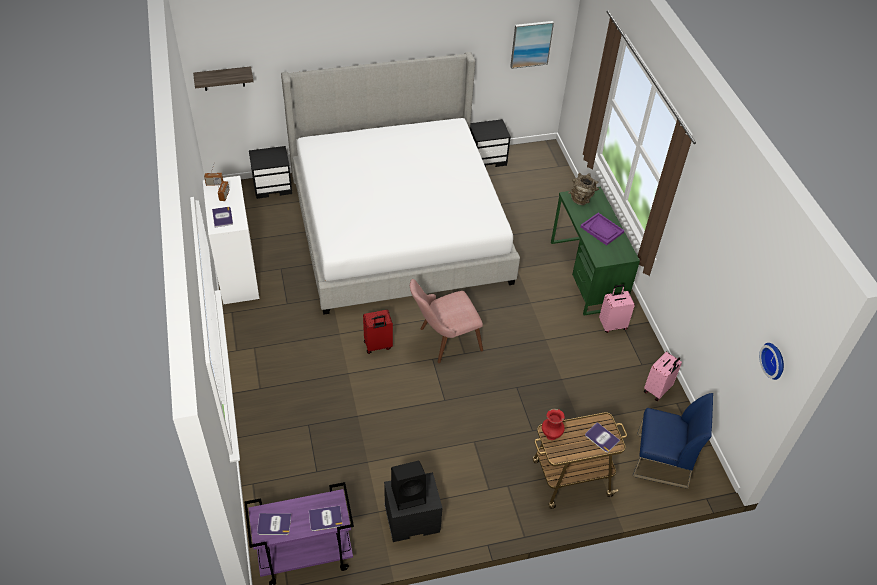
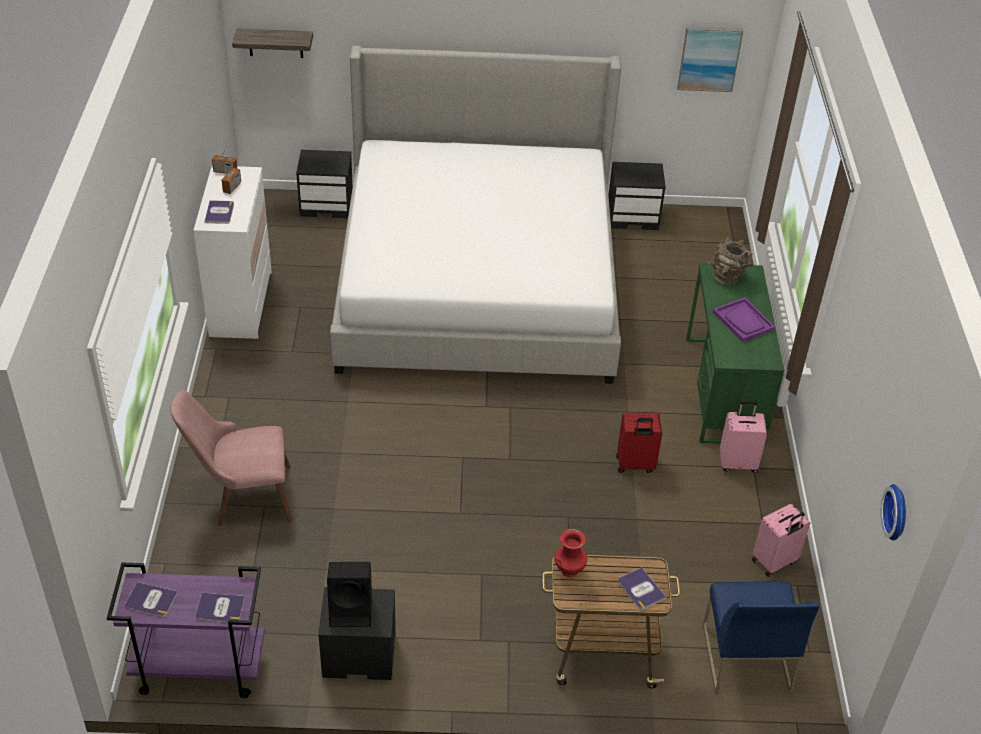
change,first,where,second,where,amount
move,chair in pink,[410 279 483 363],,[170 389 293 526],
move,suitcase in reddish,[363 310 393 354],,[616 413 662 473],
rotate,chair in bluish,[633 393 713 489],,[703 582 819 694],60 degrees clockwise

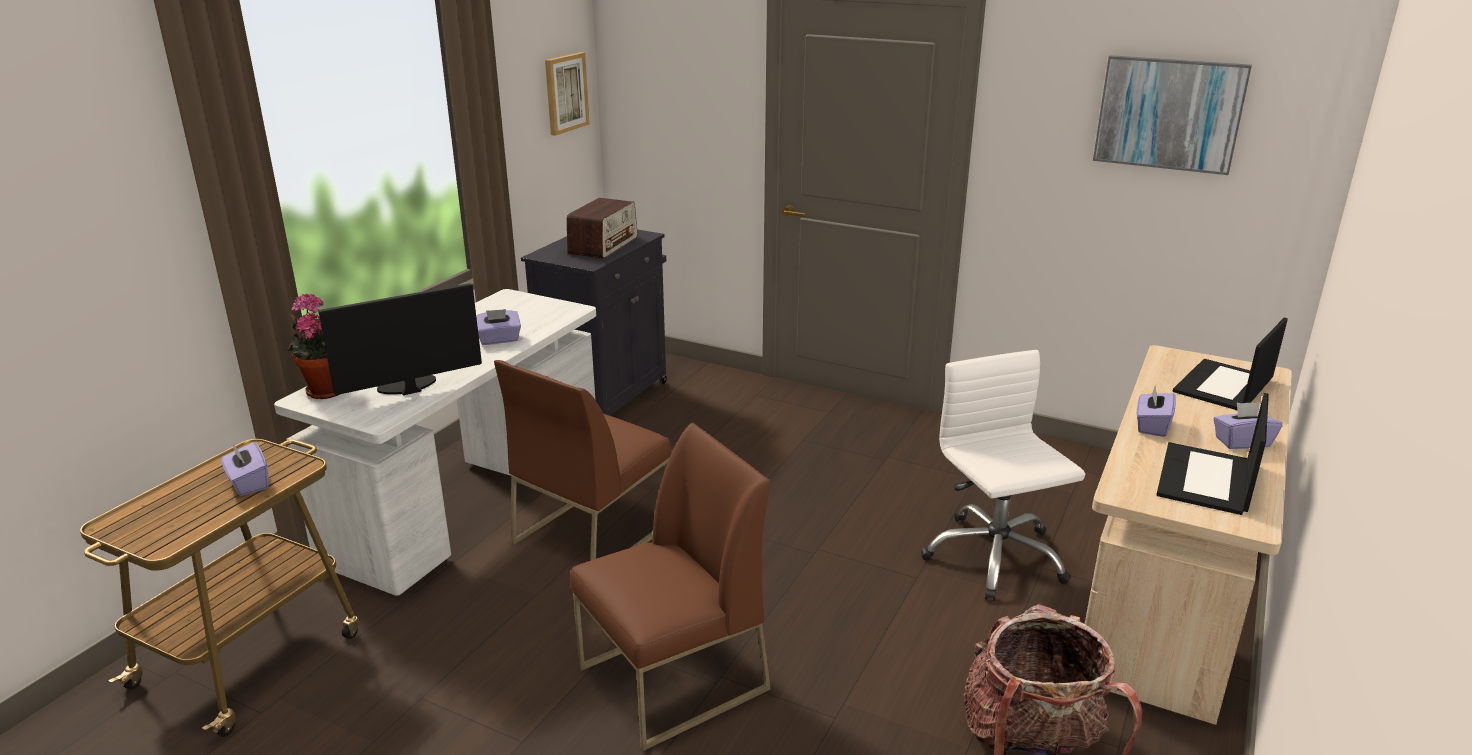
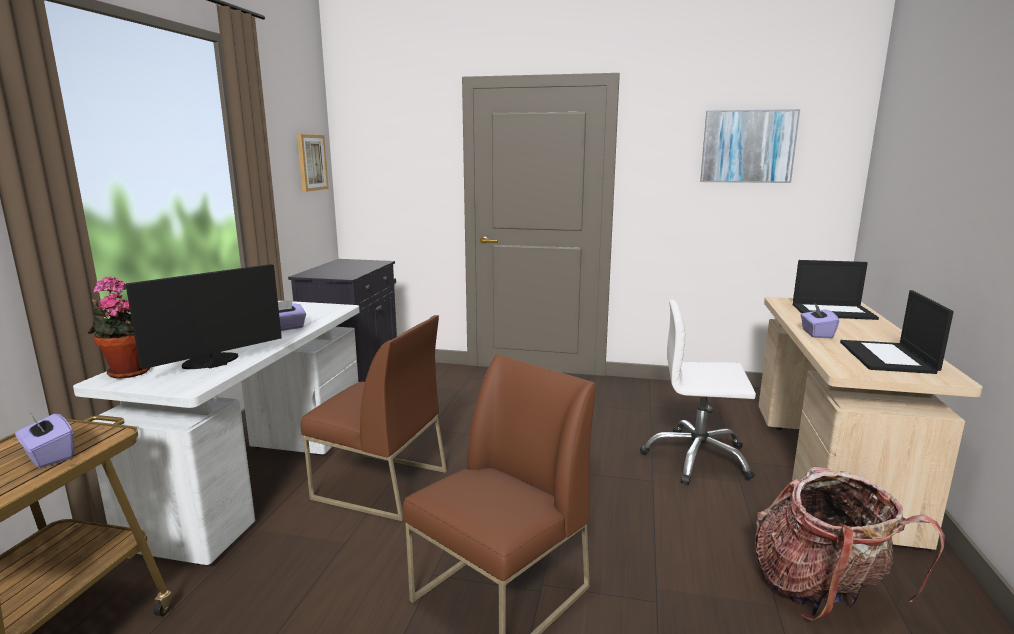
change,first,where,second,where,amount
delete,radio set,[567 198 638 258],,,
rotate,portable computer,[1173 318 1288 410],,[793 260 879 320],105 degrees counterclockwise
rotate,computer chair in white,[921 350 1085 601],,[640 300 756 485],45 degrees counterclockwise
rotate,chair in brownish,[494 360 671 561],,[301 315 447 521],90 degrees counterclockwise
delete,box of tissues in purple-coloured,[1213 402 1282 449],,,

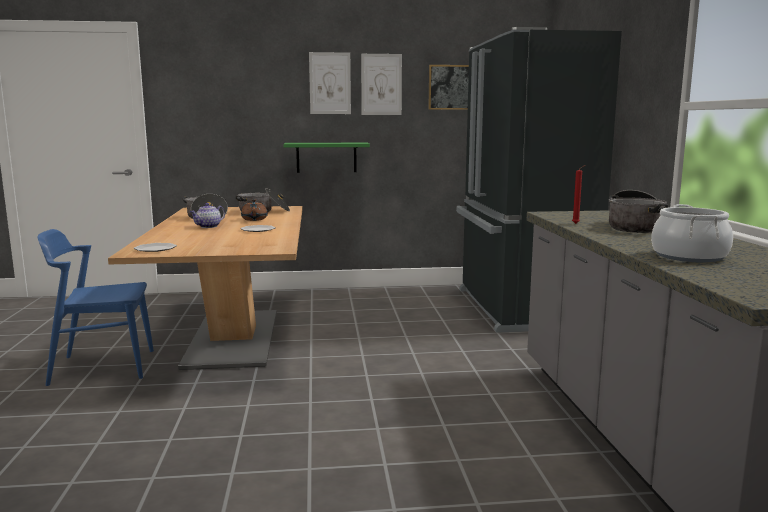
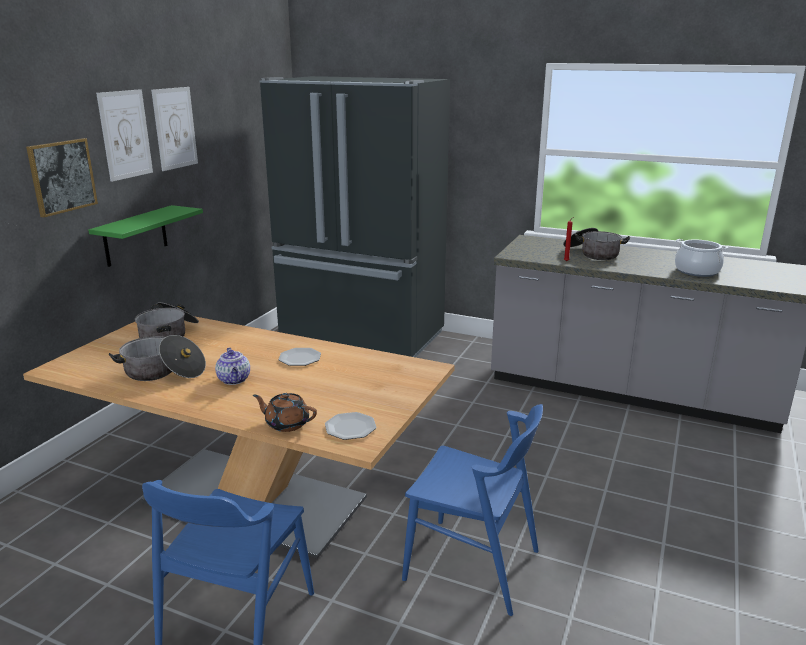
change,first,where,second,where,amount
move,picture,[428 65 469 110],,[26 138 98 217],
move,teapot in brownish,[241 199 268 221],,[253 393 317 432],
insert,,,chair in bluish,[402 404 543 616],

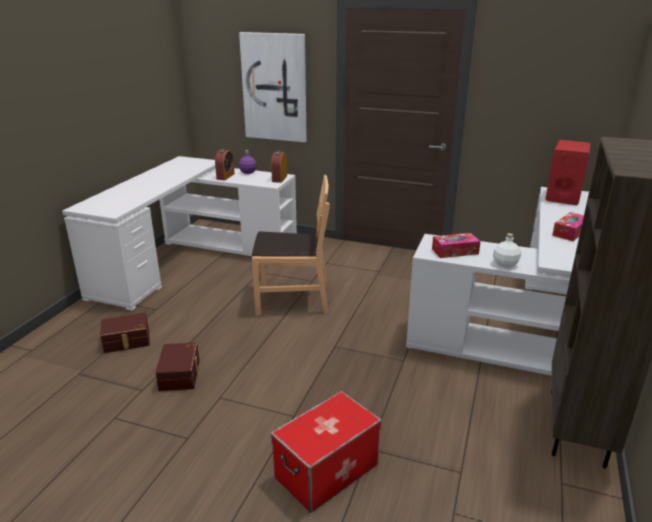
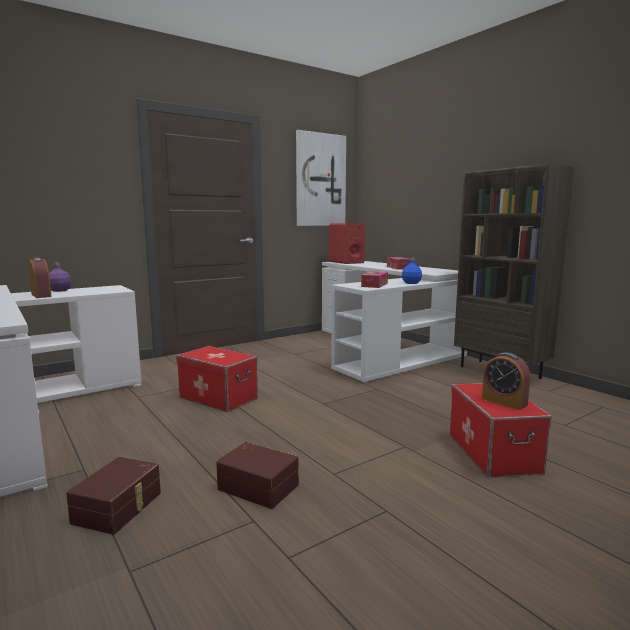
change,first,where,second,where,amount
move,picture,[239 32 307 142],,[296 130 346 226],
move,bedside clock,[271 150 287 183],,[482 352 530 410],
replace,chair in brownish,[252 175 329 315],storage box,[176 346 258 412],
recolor,bottle in white,[493 233 521 268],bottle in bluish,[402 258 422 284],

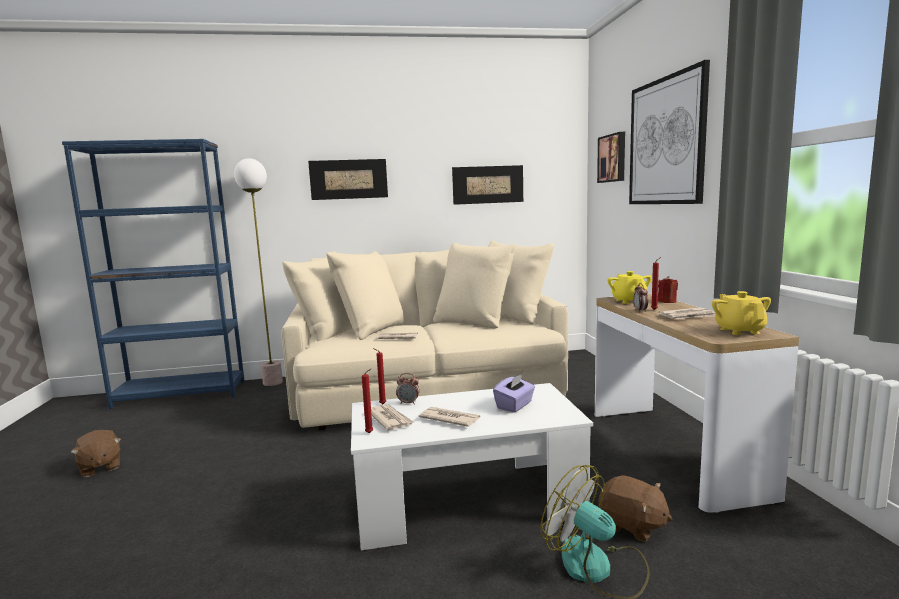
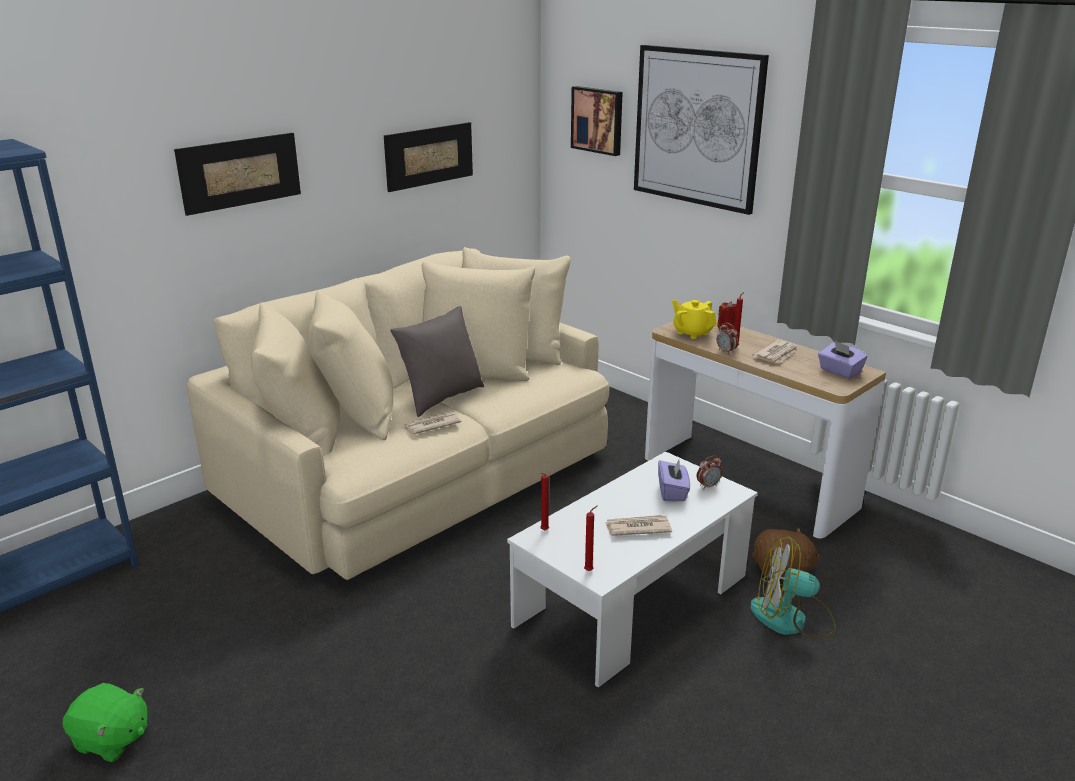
change,first,where,second,where,amount
delete,standing lamp,[234 158 283 386],,,
replace,teapot in yellow-coloured,[712 291 771 335],box of tissues in purple-coloured,[818 340 868 379],
move,bedside clock,[396 373 420 405],,[697 456 722 489],
delete,daily paper,[371 404 415 430],,,
recolor,plush toy in brownish,[71 430 121 477],plush toy in greenish,[62 683 148 762],
insert,,,pillow in grey,[390 306 484 417],

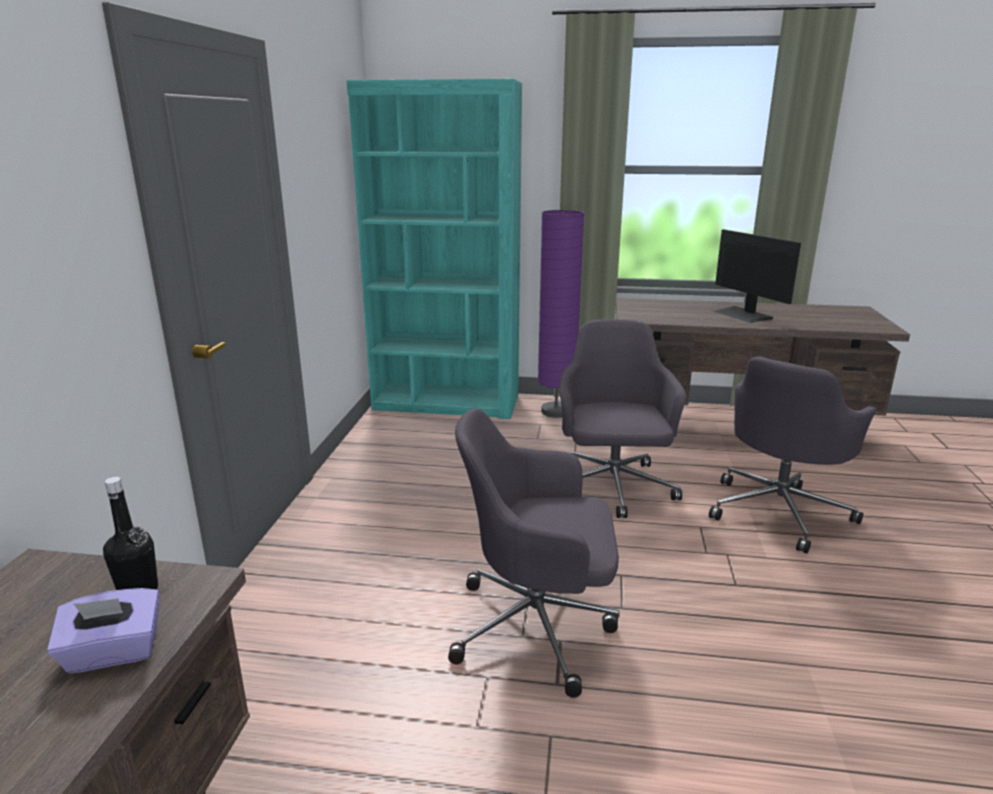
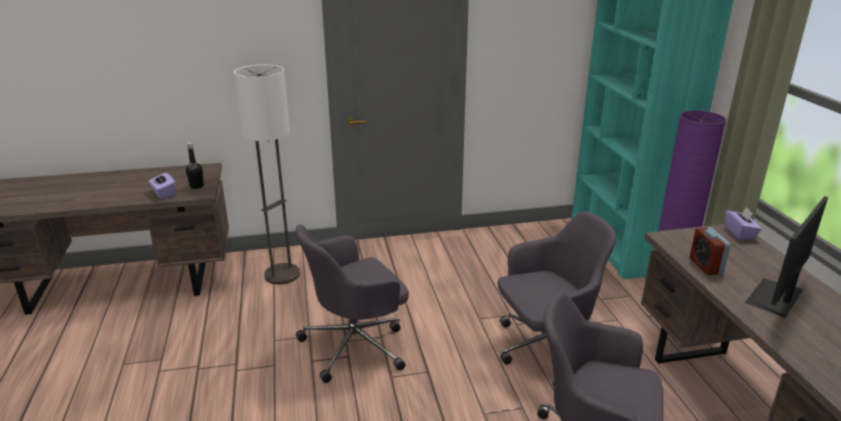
change,first,where,second,where,amount
rotate,computer chair in grey,[448 408 620 698],,[296 224 409 383],105 degrees counterclockwise
insert,,,standing lamp,[234 65 300 284],
insert,,,box of tissues in purple-coloured,[725 207 762 240],
insert,,,bedside clock,[690 227 731 275],

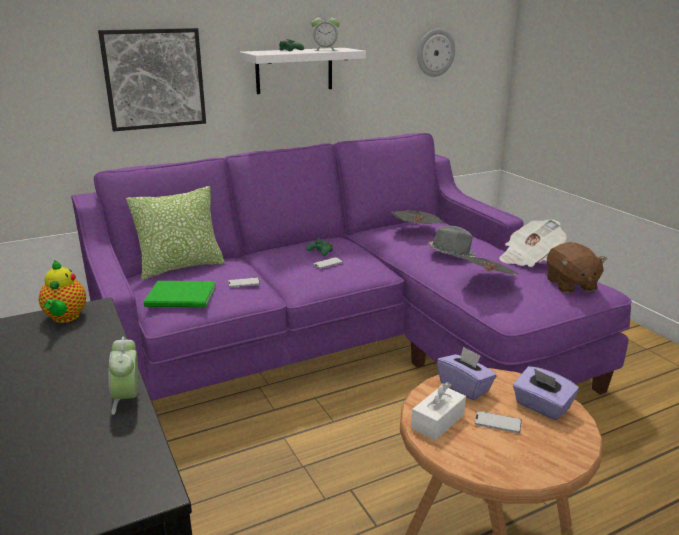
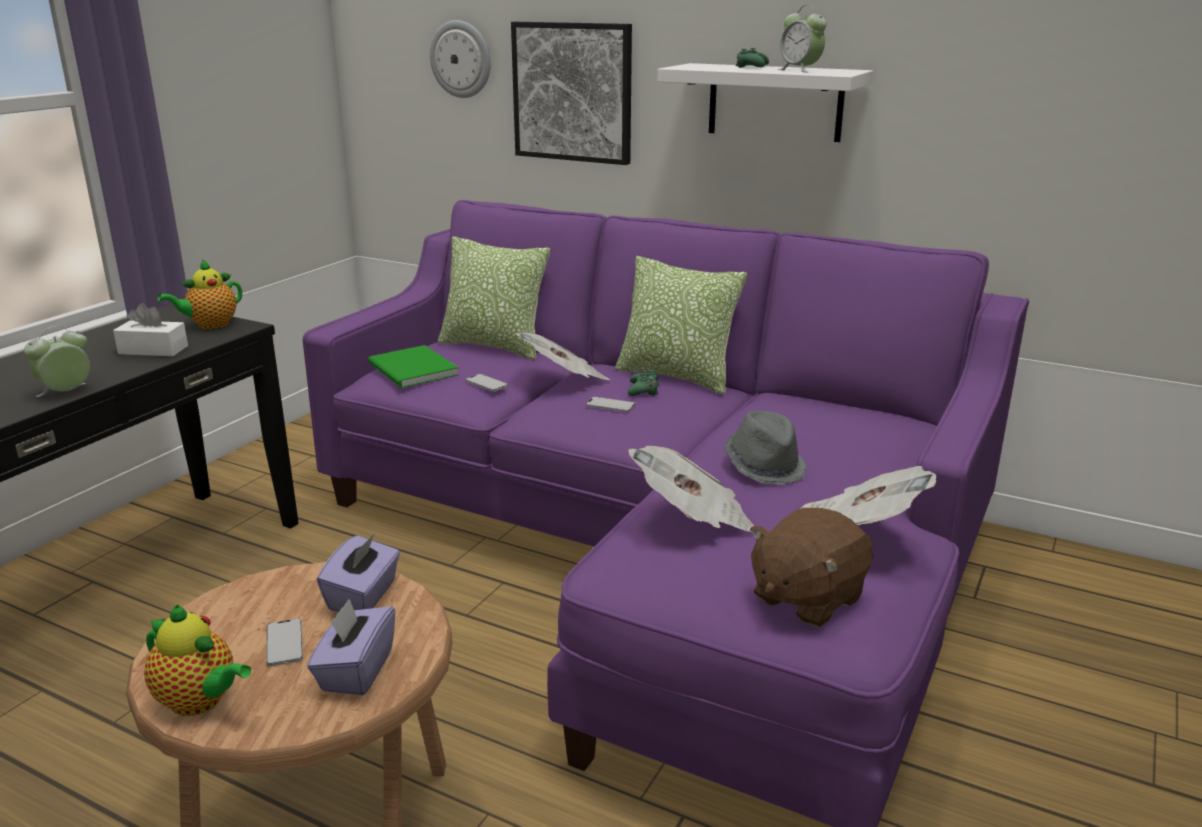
change,first,where,second,where,amount
move,hanging clock,[417 29 455 77],,[430 20 491 98],
move,daily paper,[390 210 443 224],,[515 332 611 380],
move,box of tissues in white,[411 382 466 440],,[113 303 188 356],
insert,,,pillow,[615 256 747 394],
insert,,,teapot,[144 605 251 716],

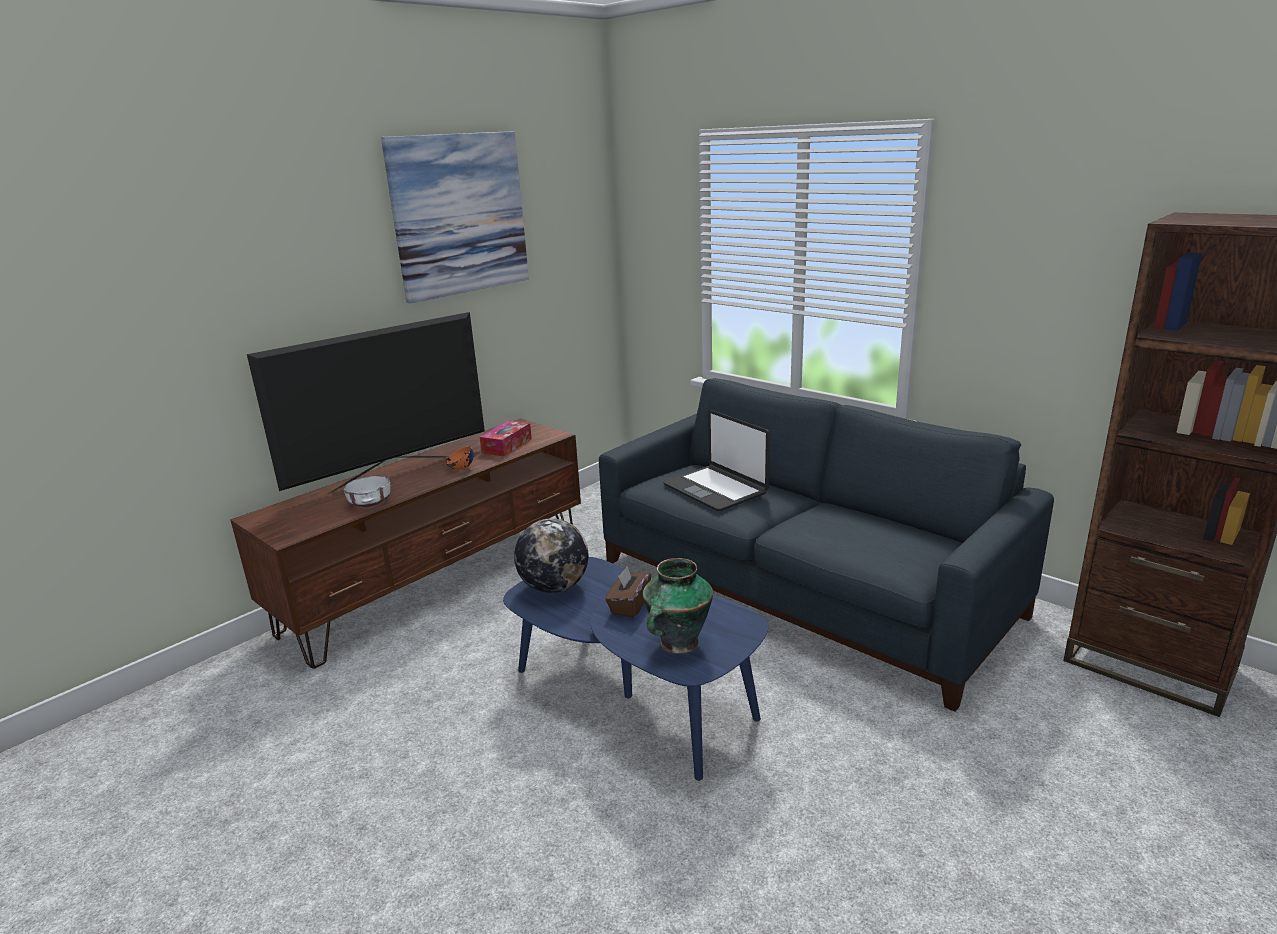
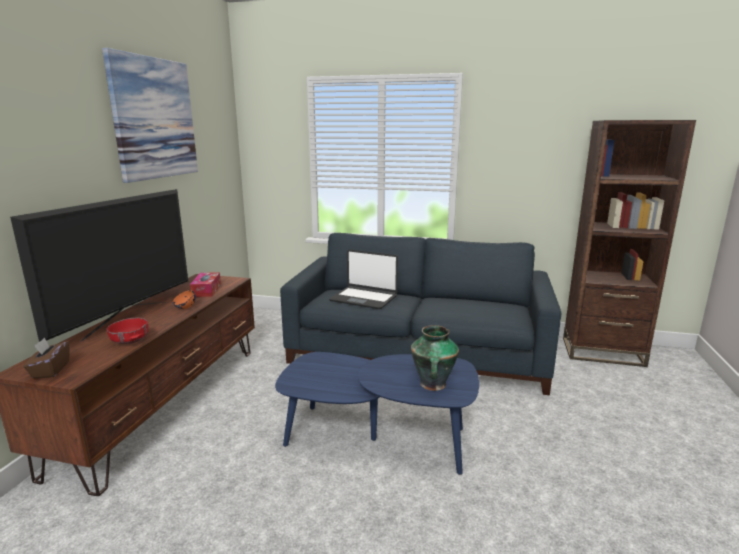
change,first,where,second,where,amount
recolor,deep dish in white,[344 475 391 507],deep dish in reddish,[107 318 149 344],
delete,globe,[514 518 588 593],,,
move,box of tissues in brownish,[606 566 651 618],,[23 338 70 379],

